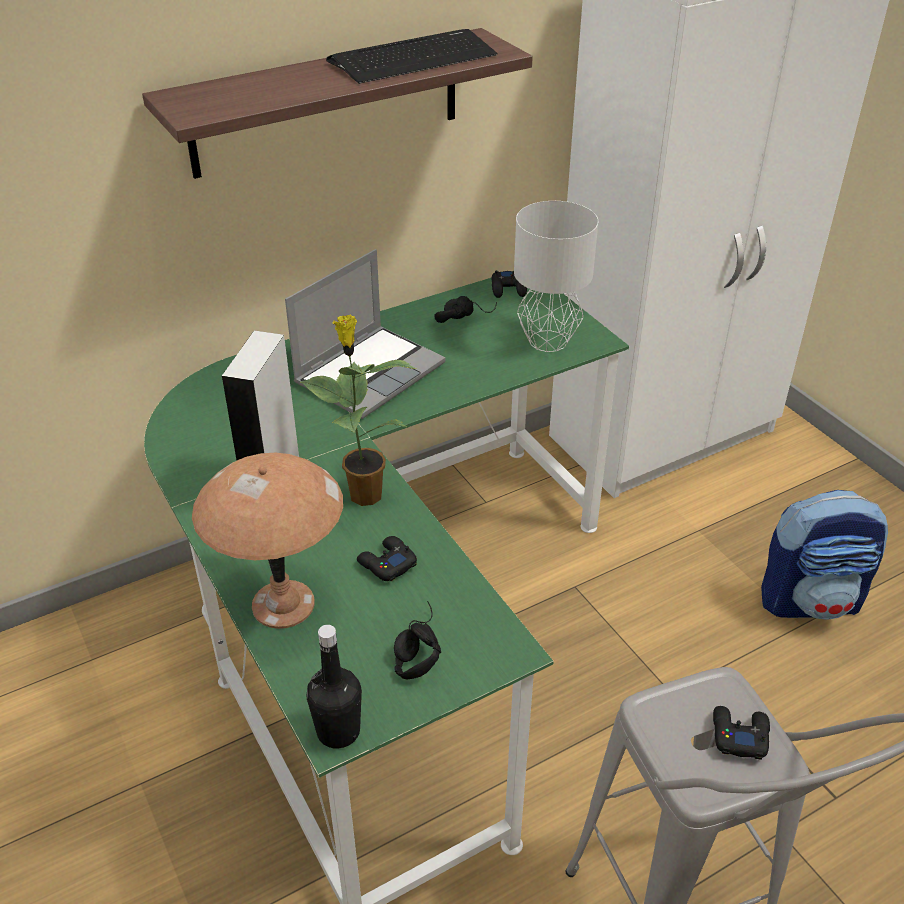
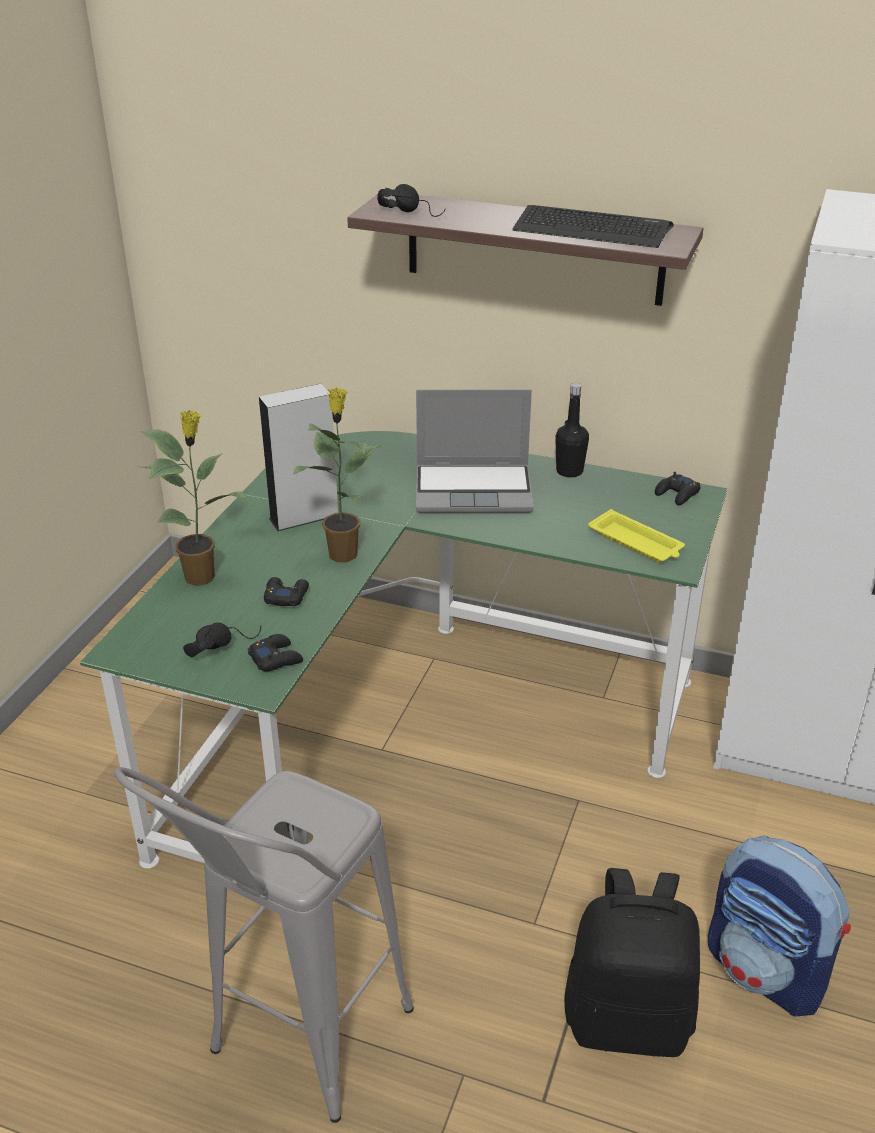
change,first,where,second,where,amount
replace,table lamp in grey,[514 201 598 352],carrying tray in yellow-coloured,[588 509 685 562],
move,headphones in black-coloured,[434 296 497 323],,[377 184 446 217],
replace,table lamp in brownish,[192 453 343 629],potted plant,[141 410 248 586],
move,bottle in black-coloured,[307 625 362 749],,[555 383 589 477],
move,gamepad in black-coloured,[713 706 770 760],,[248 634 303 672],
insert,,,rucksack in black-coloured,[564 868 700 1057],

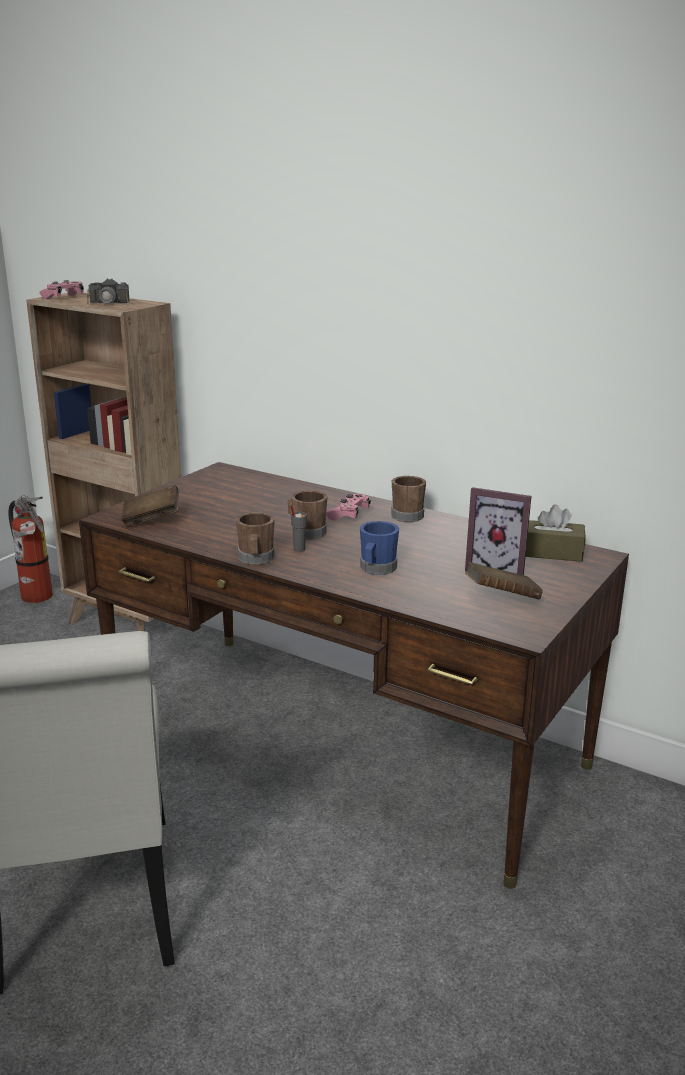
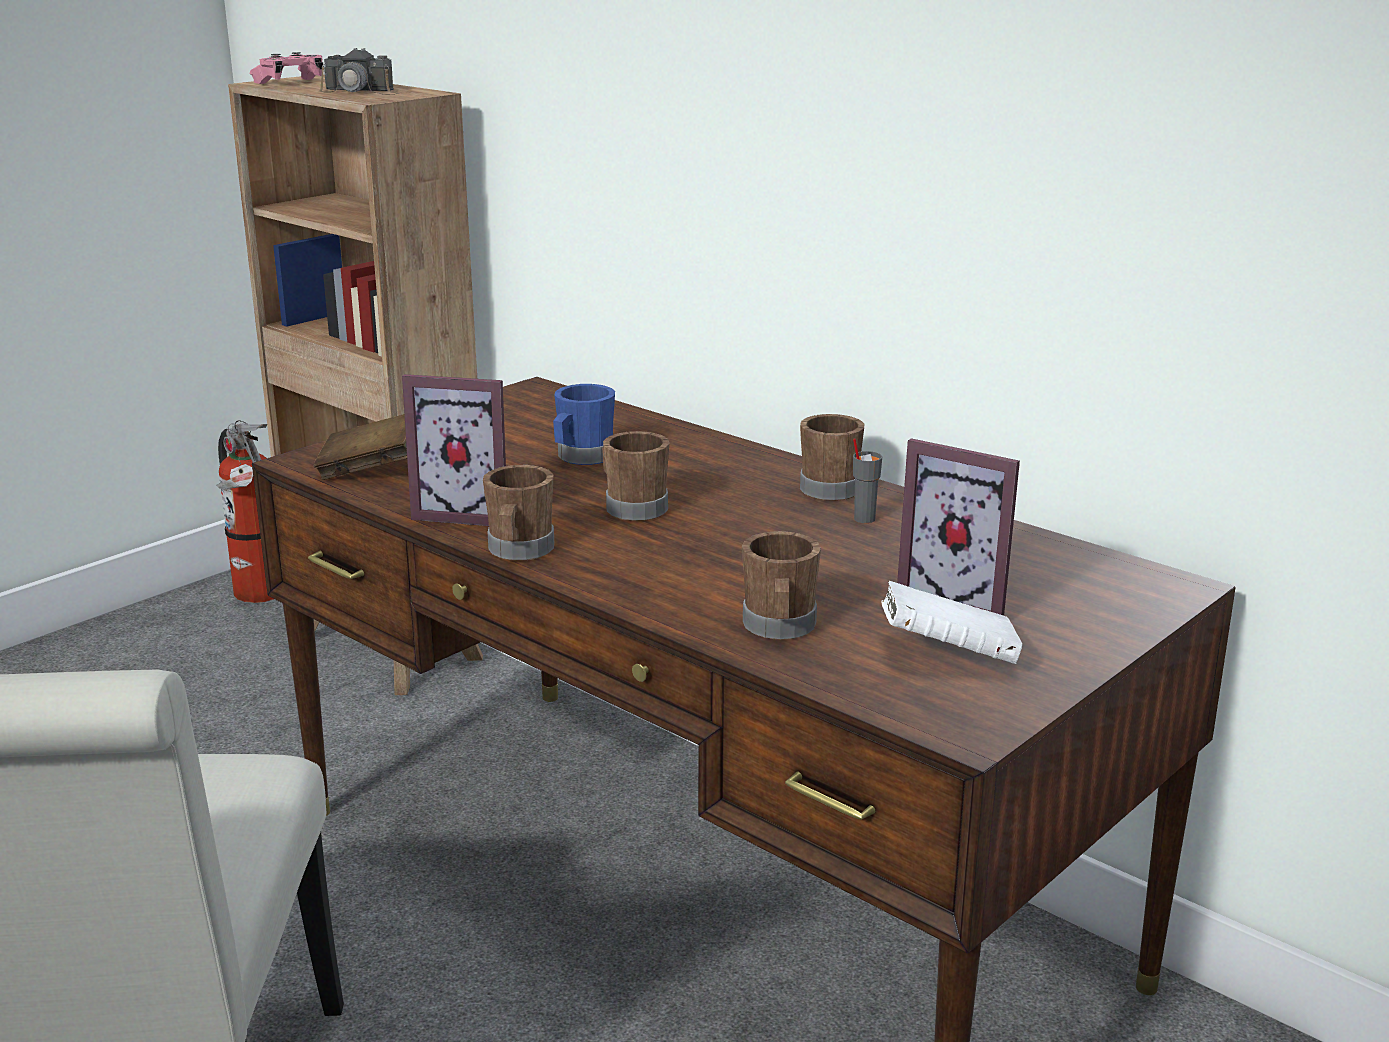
change,first,where,second,where,amount
delete,gamepad in pink,[326 493 371 520],,,
delete,box of tissues in brownish,[526 504 586 562],,,
move,cup in grey,[290 505 307 552],,[853 438 882 523],
move,mug in bluish,[360 521 399 575],,[553 384 615 465],
recolor,bound book in brownish,[465 562 543 599],bound book in white,[881 581 1022 664],
insert,,,picture frame,[402 374 506 526],
insert,,,mug in brownish,[742 531 821 640],

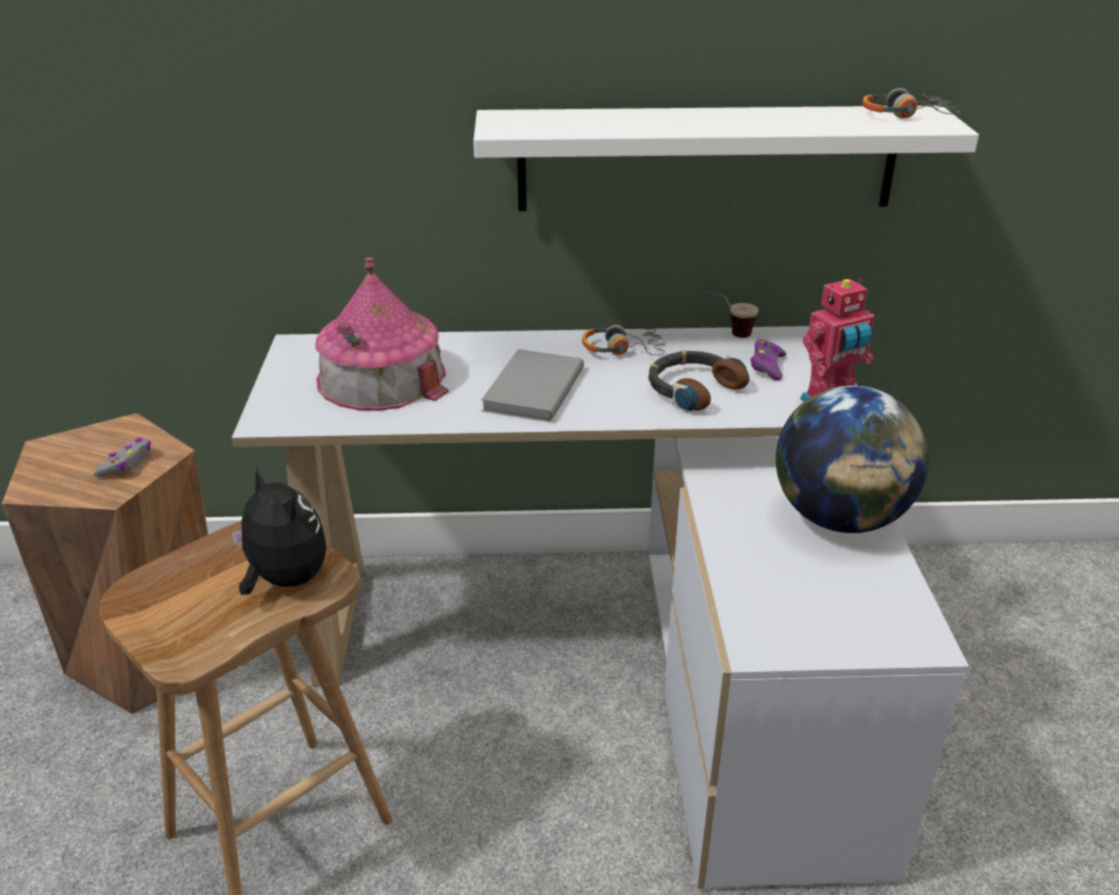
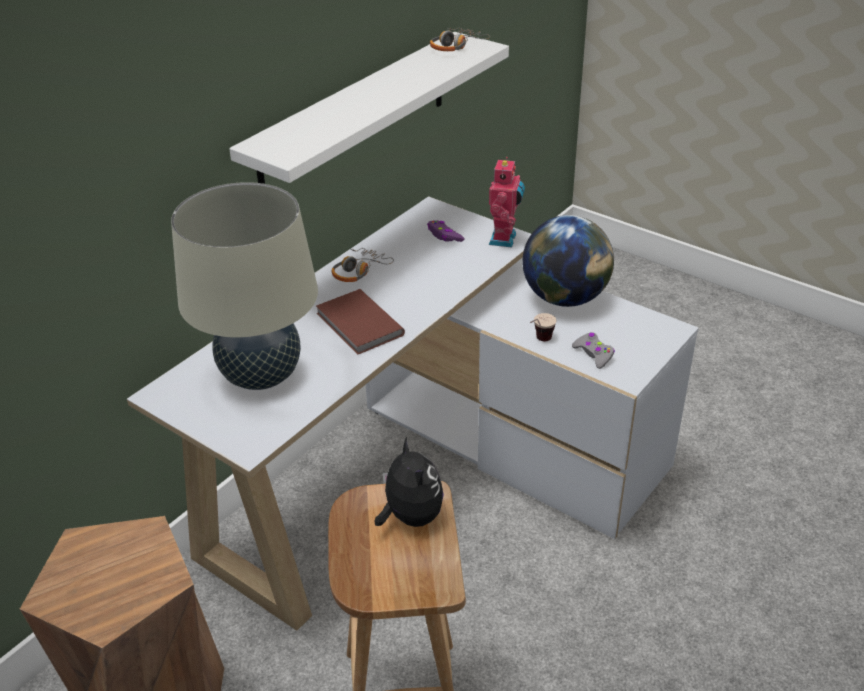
change,first,where,second,where,amount
replace,model house,[315 257 449 411],table lamp in beige,[171 182 318 390],
move,cup,[708 292 758 338],,[530 313 557 341],
recolor,bound book in grey,[481 349 584 422],bound book in brownish,[316 289 405 355],
delete,headphones,[649 350 750 411],,,
move,gamepad in grey,[94 438 151 477],,[572 332 615 369],
rotate,plush toy,[231 467 326 595],,[375 436 444 527],75 degrees clockwise

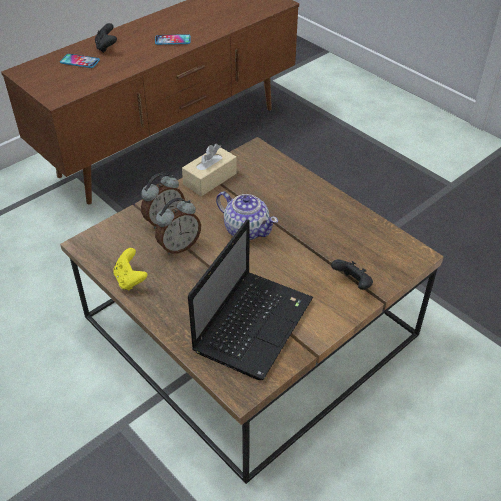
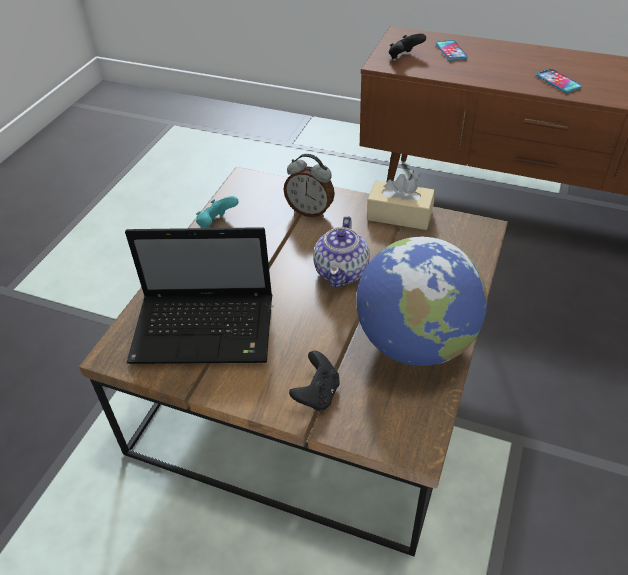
change,first,where,second,where,amount
move,gamepad in black-coloured,[95 23 117 53],,[389 33 426 59],
delete,bedside clock,[155 198 201 255],,,
recolor,gamepad in yellow-coloured,[113 248 148 291],gamepad in turquoise,[196 196 239 228],
insert,,,globe,[356 237 487 366],

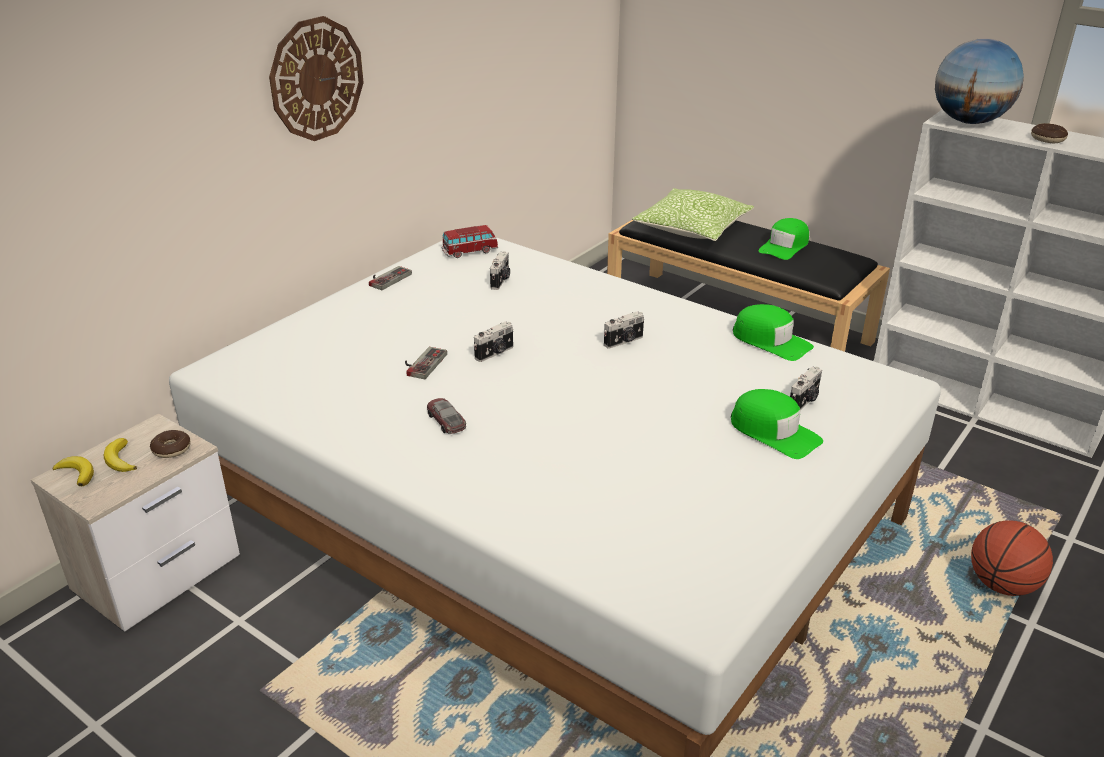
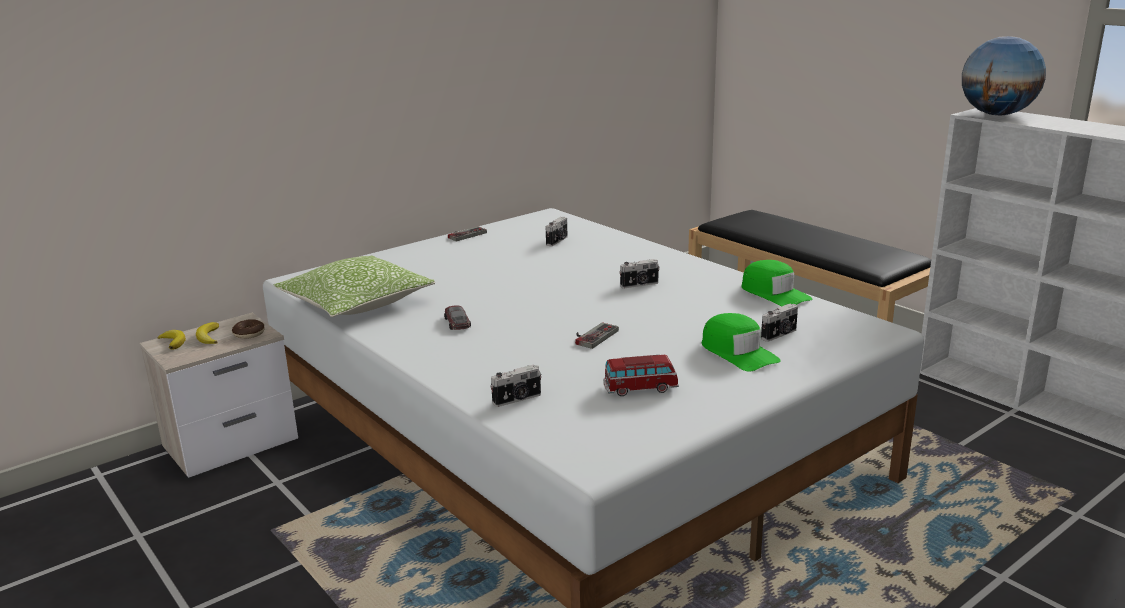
change,first,where,second,where,amount
delete,hanging clock,[269 16 364 141],,,
delete,doughnut,[1031 123 1068 143],,,
move,pillow,[632 188 754 241],,[274 256 435 317],
delete,peaked cap in greenish,[758 218 809 260],,,
move,miniature car,[441 225 498 258],,[603 355 679 396],
move,still camera,[474 321 513 362],,[490 364 542 407],
move,gamepad,[405 347 447 379],,[575 323 619 349],
delete,basketball,[971 520 1053 596],,,

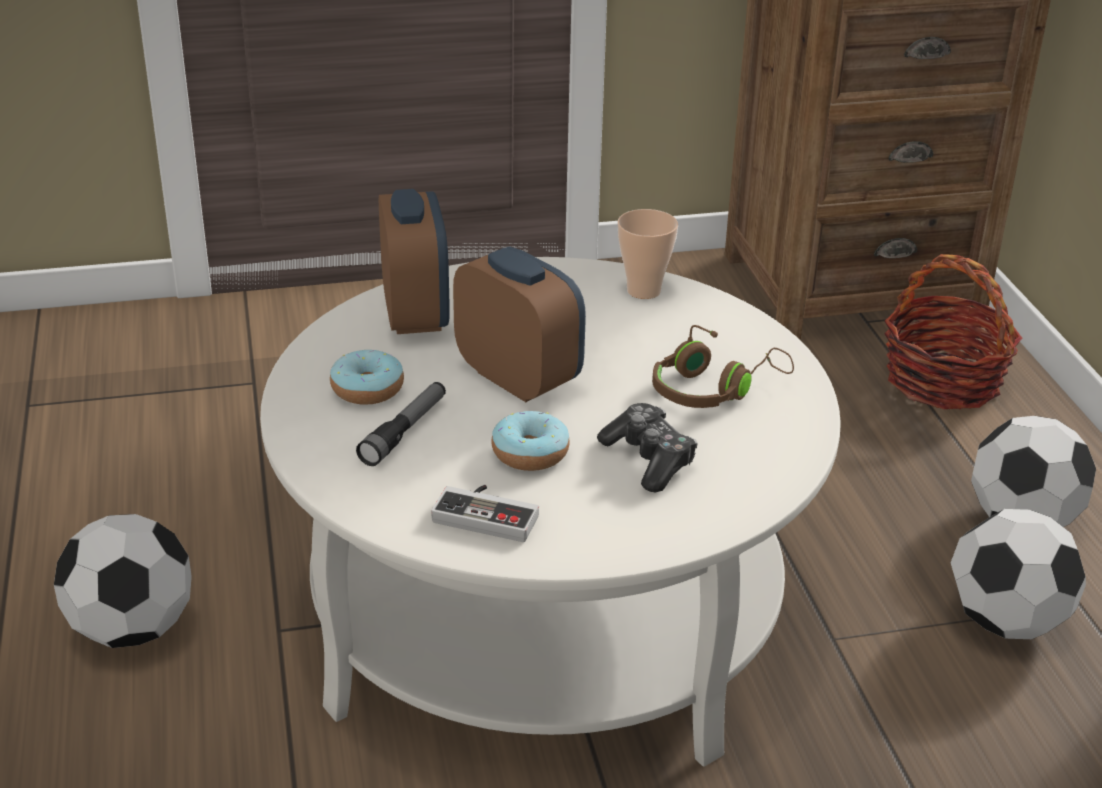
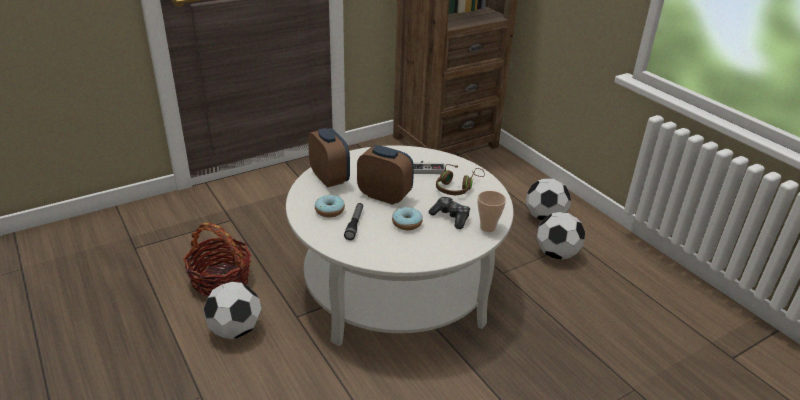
change,first,where,second,where,amount
move,cup,[618 209 678 299],,[478 191 506 232],
move,household basket,[884 254 1022 409],,[183 223 251 296],
move,gamepad,[431 485 539 542],,[413 161 445 174],

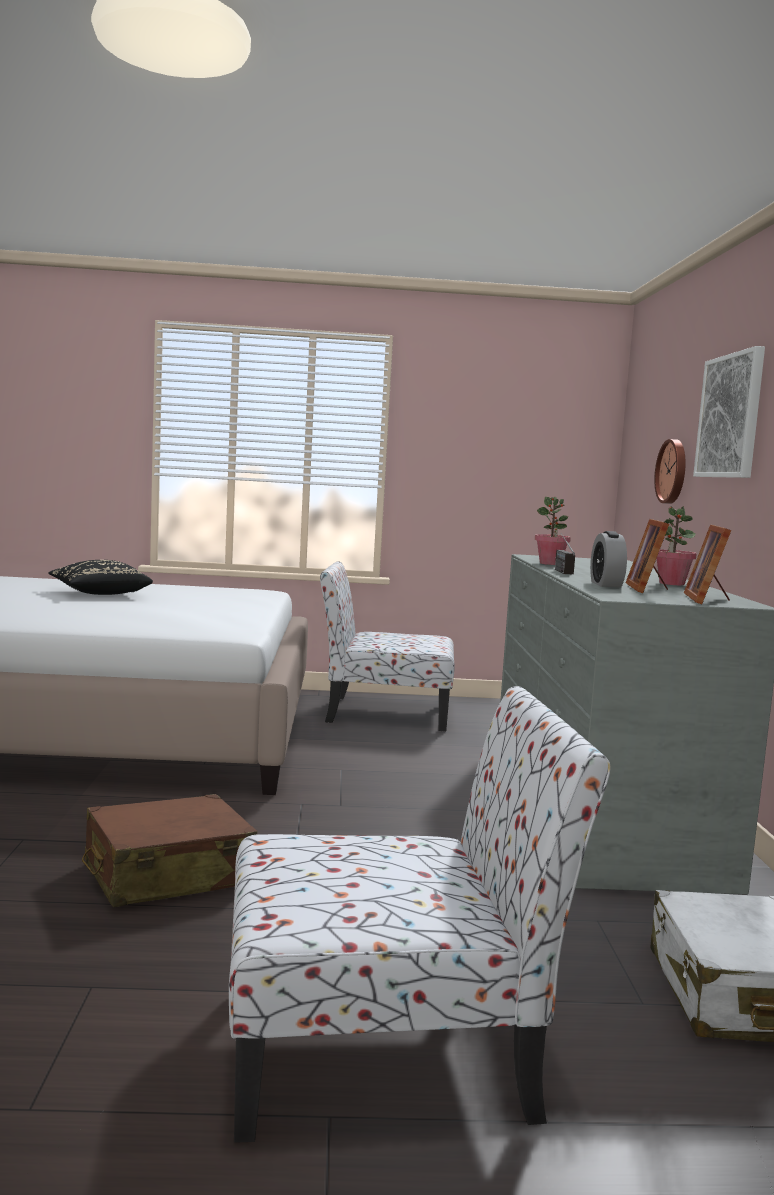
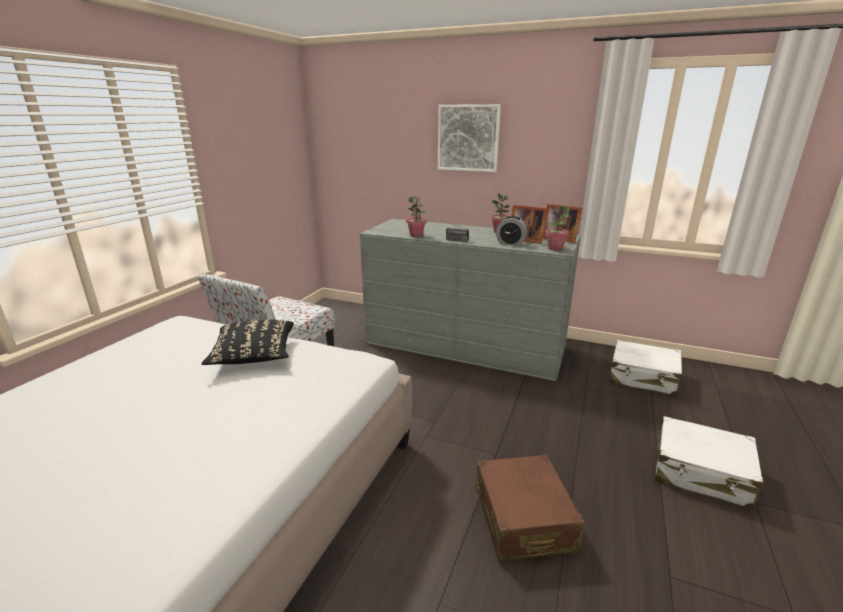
change,first,where,second,where,amount
delete,hanging clock,[654 439 686 504],,,
move,pillow in black-coloured,[48 560 153 595],,[201 319 294 365],
replace,chair,[229 686 610 1143],suitcase in white,[655 416 763 510],
insert,,,potted plant,[545 205 569 251],

